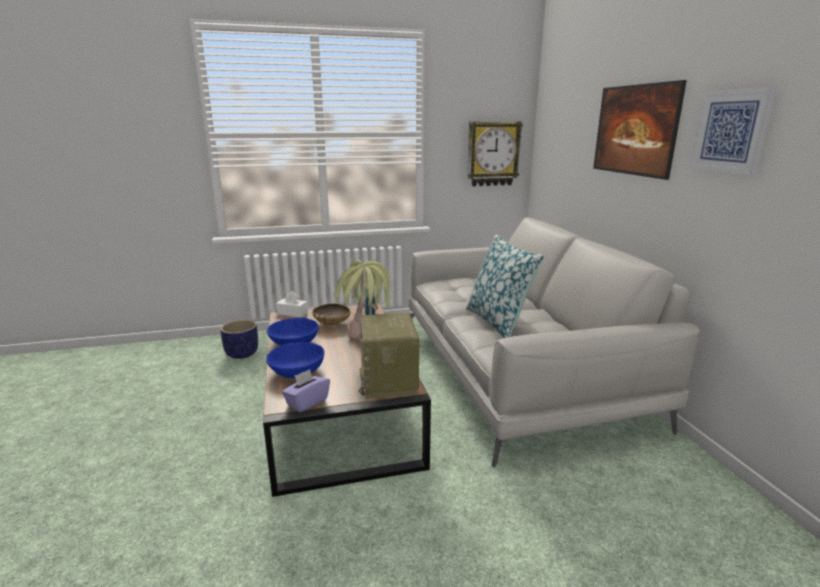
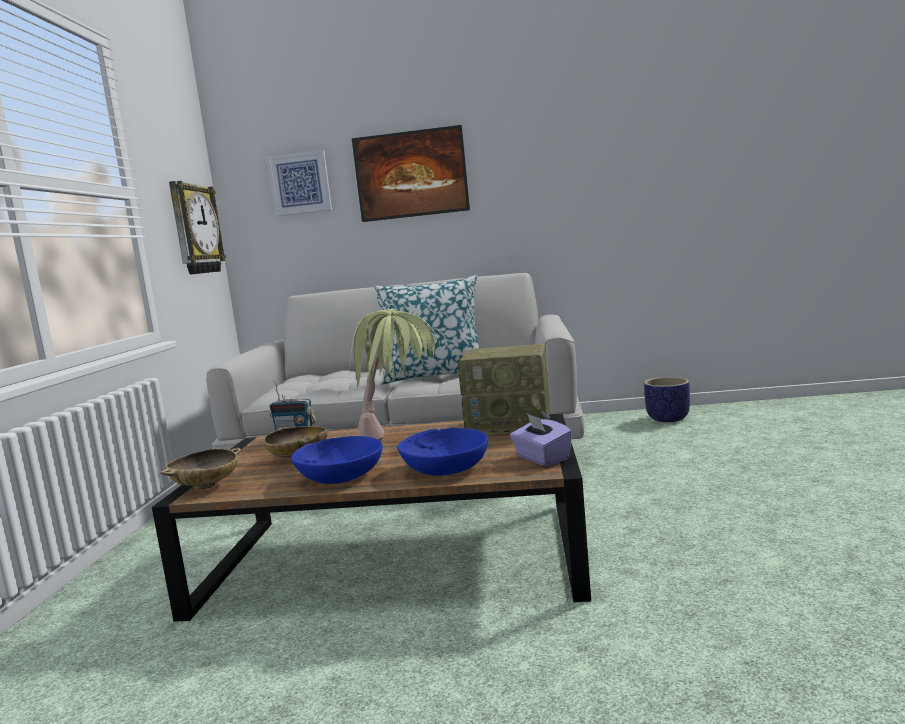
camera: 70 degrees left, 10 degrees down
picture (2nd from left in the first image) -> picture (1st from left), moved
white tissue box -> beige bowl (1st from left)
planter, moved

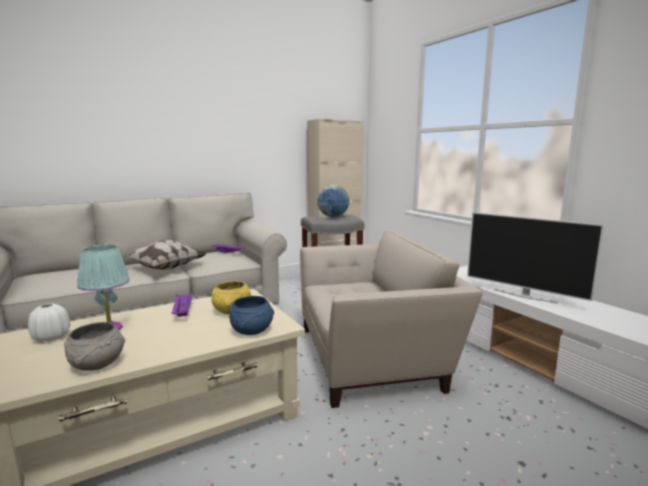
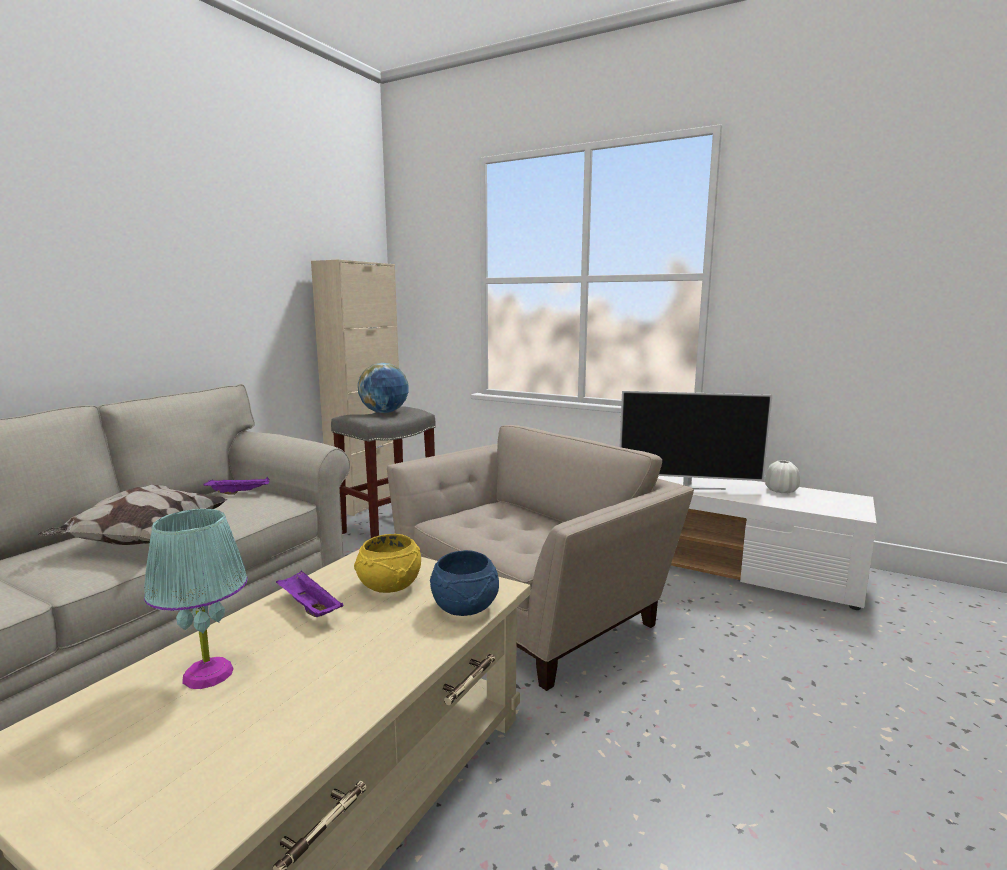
camera: 30 degrees left, 0 degrees up
white vase, moved
grey bowl -> none

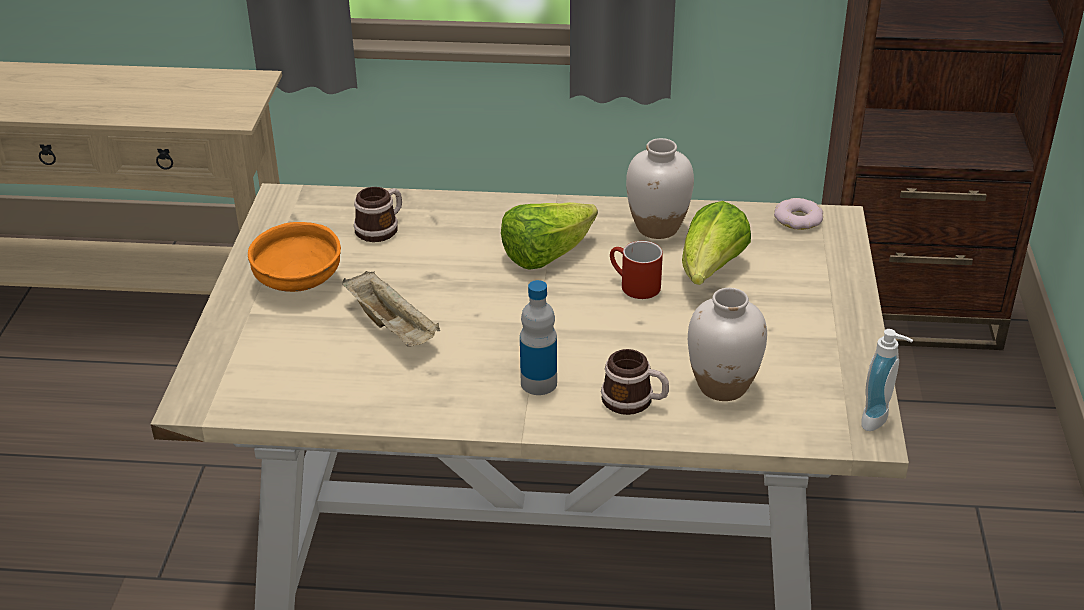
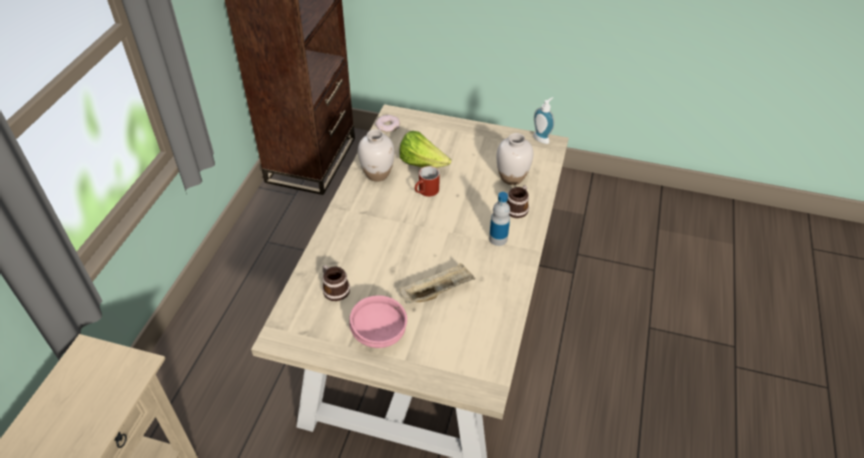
camera: 80 degrees left, 10 degrees up
lettuce (1st from left) -> none
orange bowl -> pink bowl

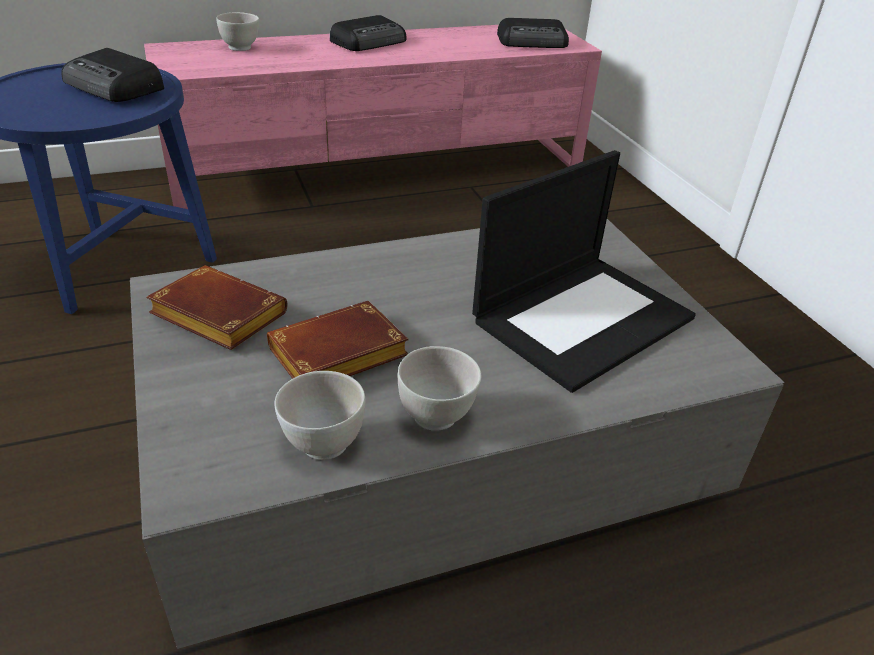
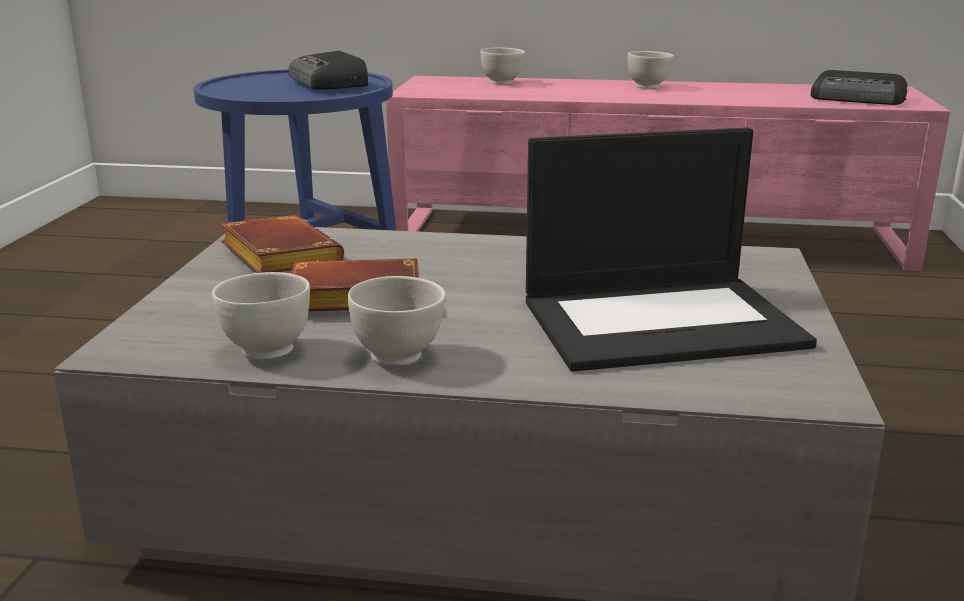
camera: 30 degrees right, 15 degrees down
radio (2nd from left) -> white bowl (4th from left)

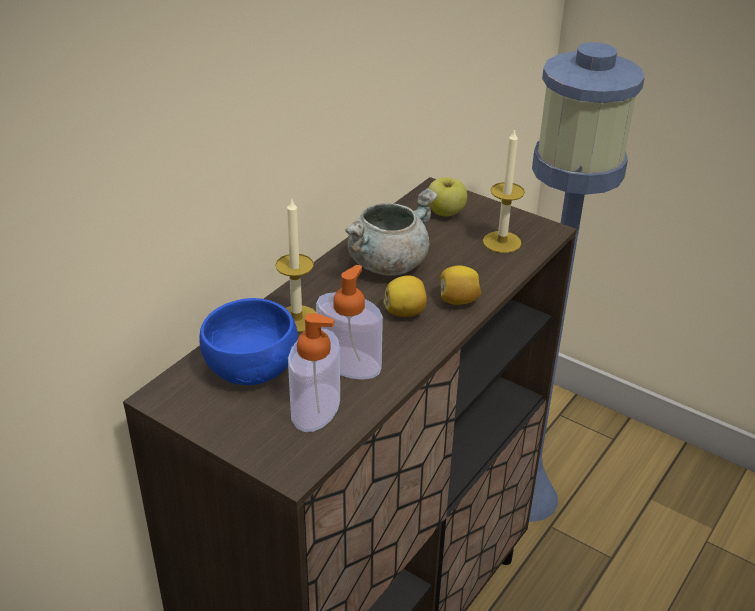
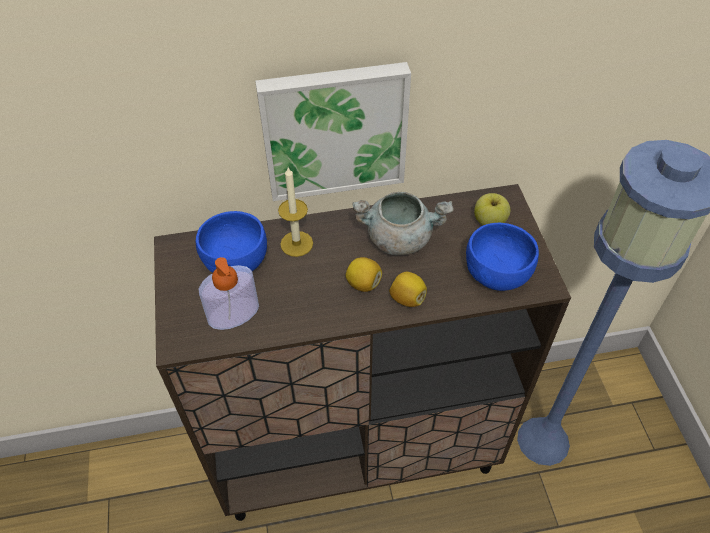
camera: 45 degrees right, 15 degrees up
candle (2nd from left) -> blue bowl (2nd from left)
soap dispenser (2nd from left) -> none
none -> picture

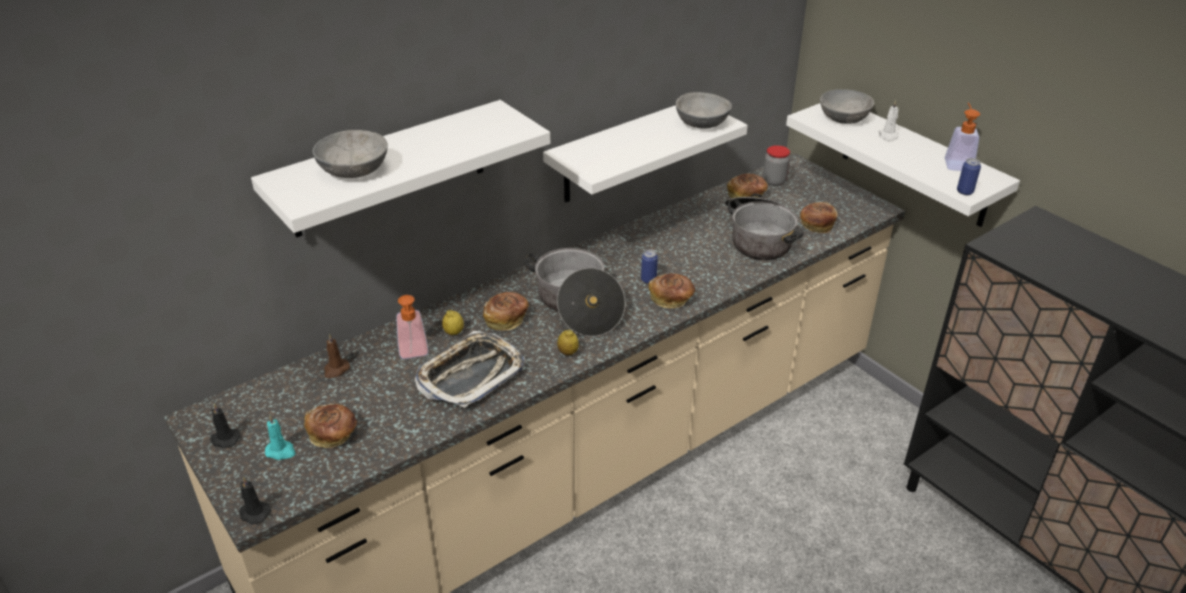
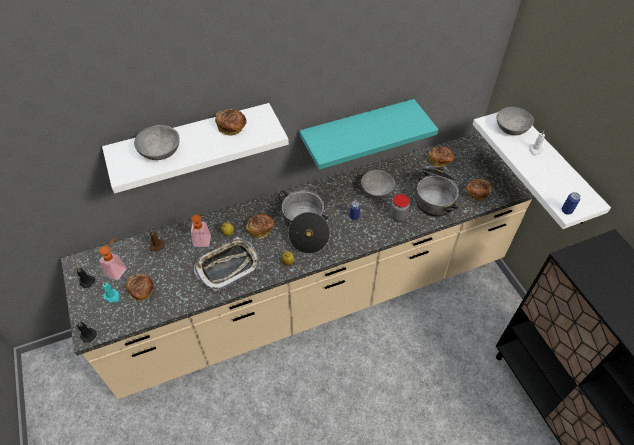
camera: 15 degrees right, 15 degrees up
grey bowl (2nd from left), moved
soap dispenser (2nd from left in the first image) -> soap dispenser (1st from left), moved
white shelf (2nd from left) -> turquoise shelf
jar, moved
bread (3rd from left in the first image) -> bread (2nd from left), moved

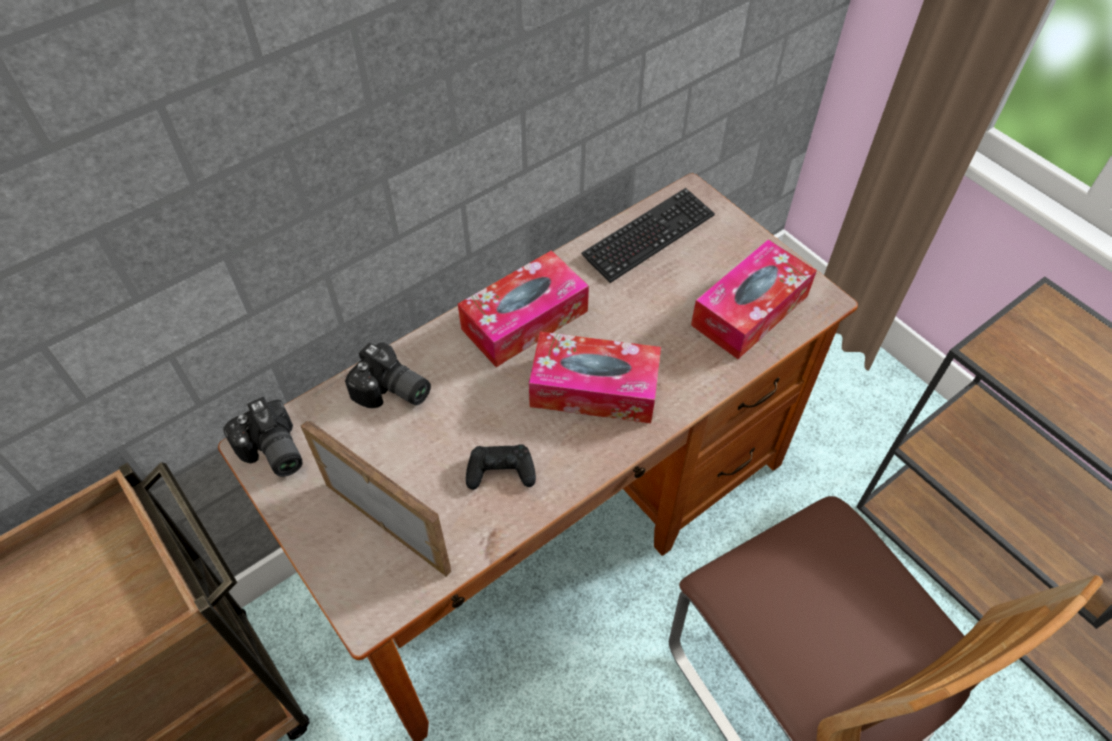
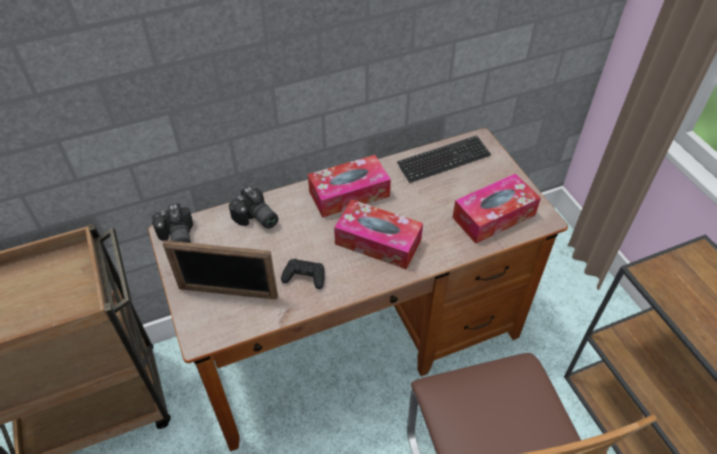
camera: 15 degrees right, 5 degrees down
picture frame, 135 degrees clockwise

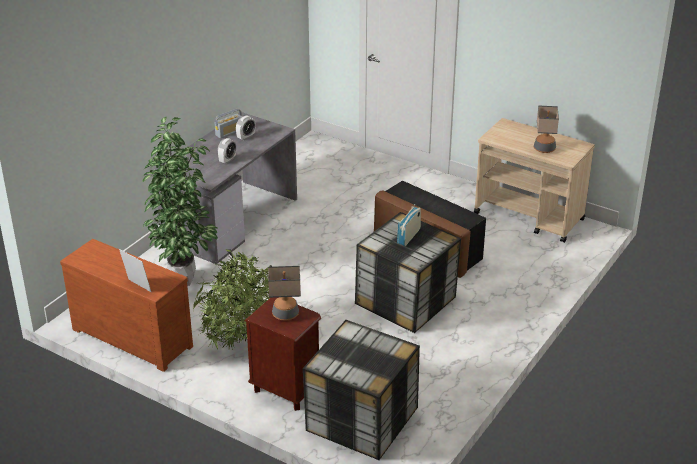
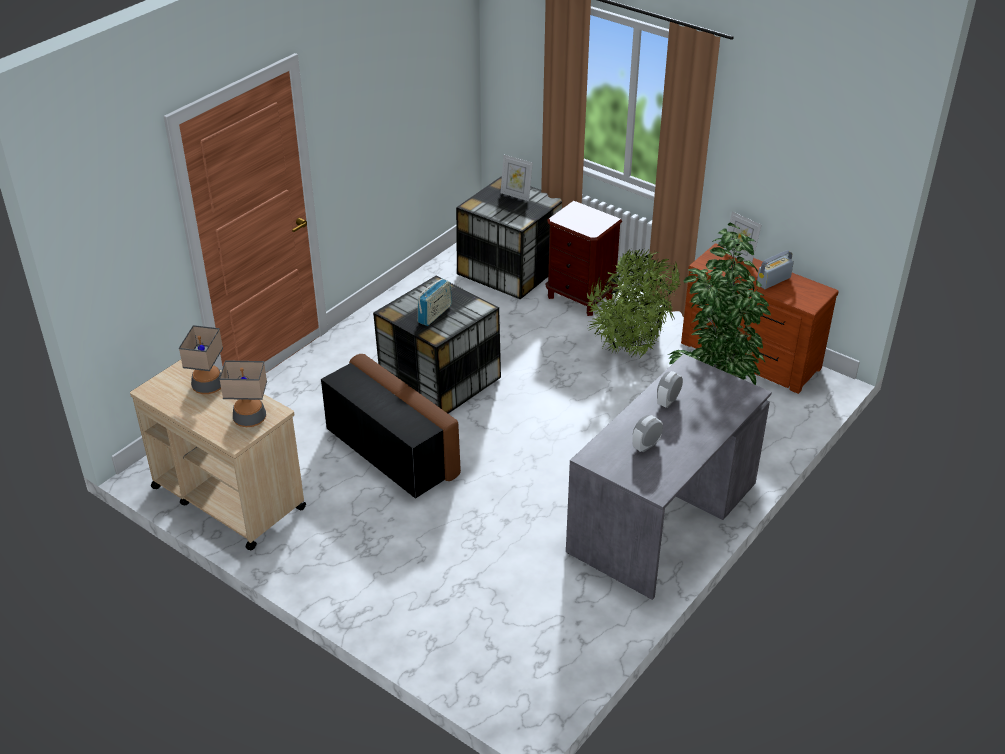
camera: 175 degrees left, 5 degrees up
radio (1st from left in the first image) -> radio (2nd from left), moved
table lamp (1st from left in the first image) -> table lamp (2nd from left), moved
none -> picture frame (1st from left)

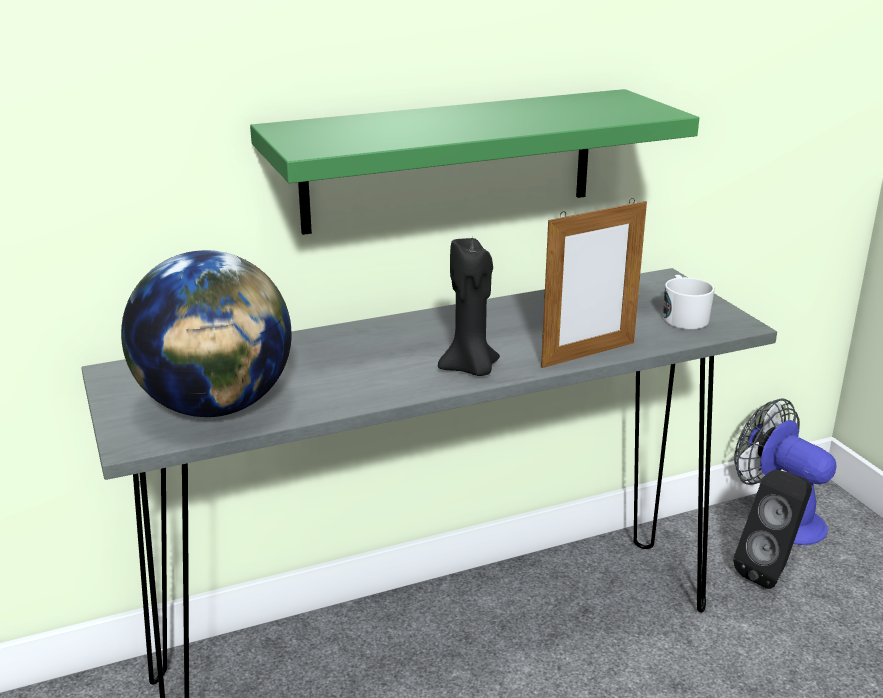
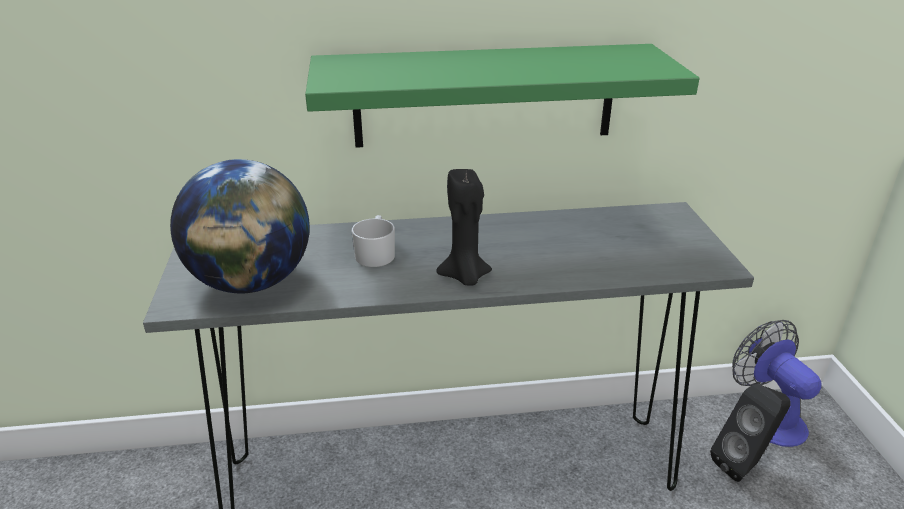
camera: 15 degrees right, 5 degrees up
picture frame -> none
white mug, moved

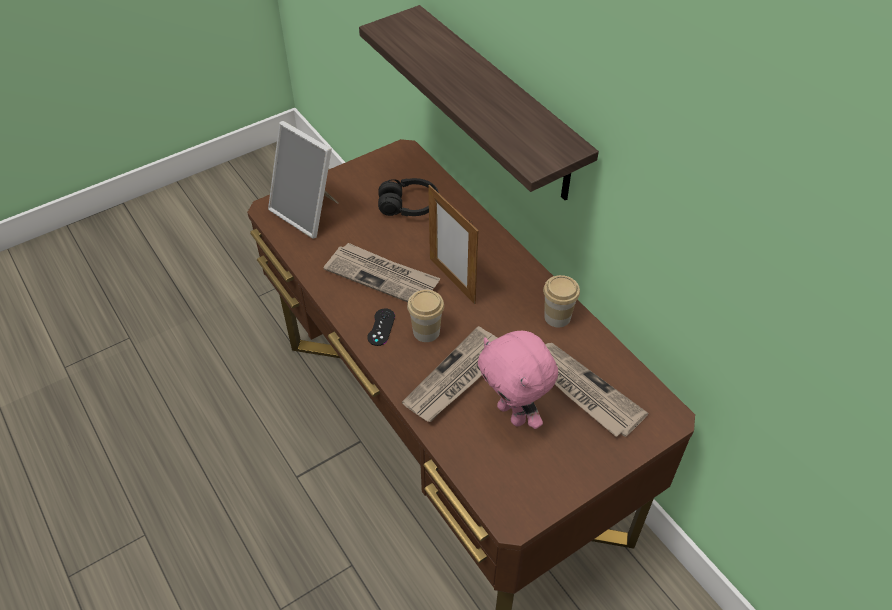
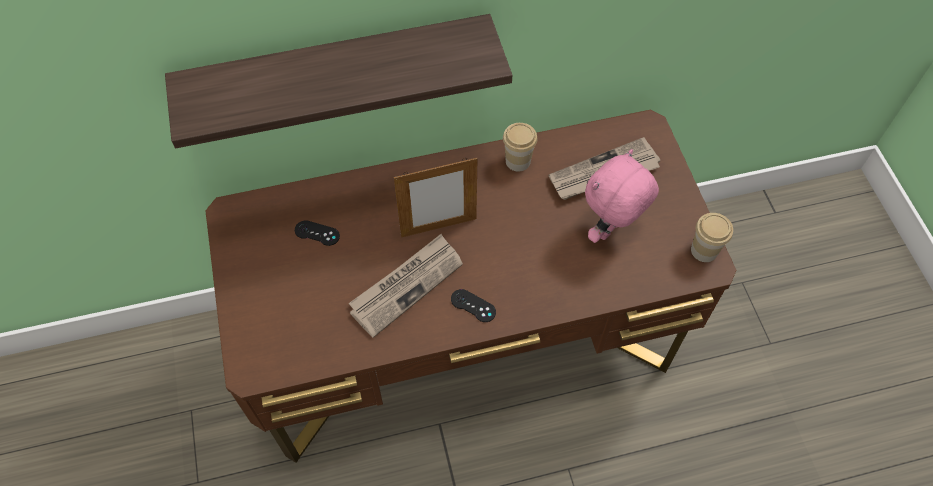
camera: 70 degrees left, 10 degrees up
picture frame (1st from left) -> none
black headphones -> black game controller (1st from left)
cup (1st from left in the first image) -> cup (2nd from left), moved
newspaper (2nd from left) -> none
pink plush toy, 150 degrees clockwise

